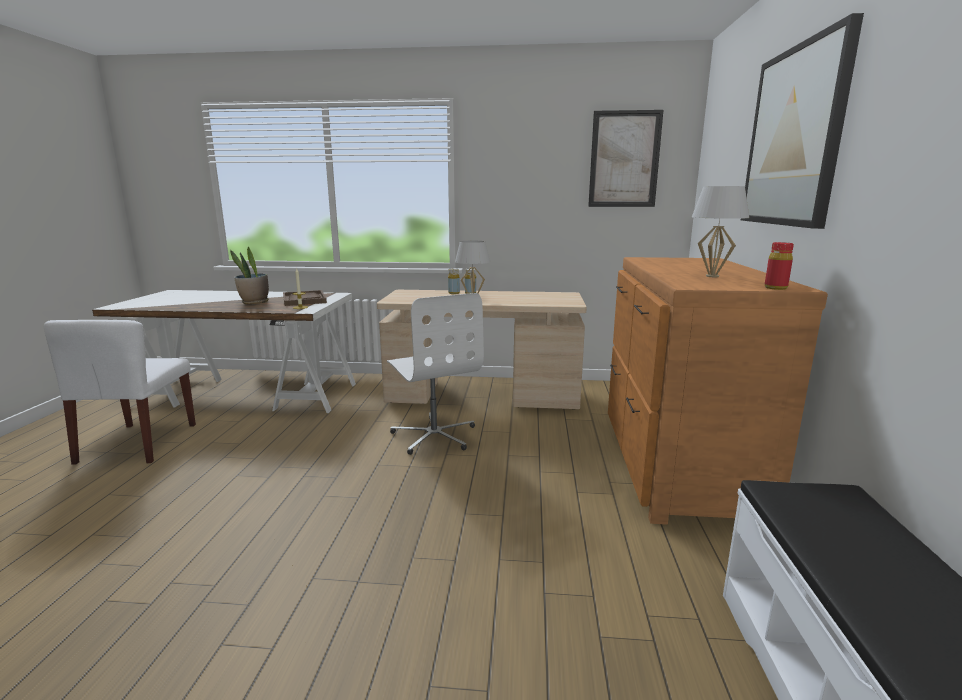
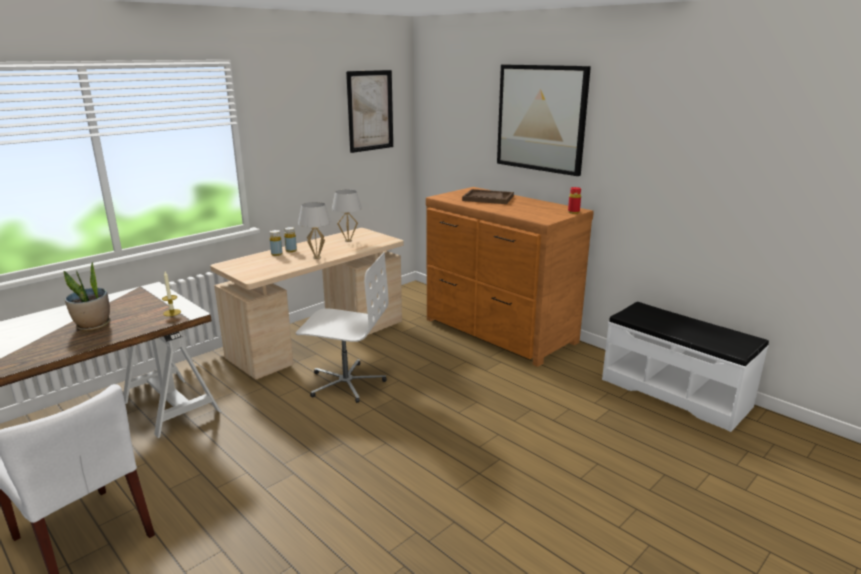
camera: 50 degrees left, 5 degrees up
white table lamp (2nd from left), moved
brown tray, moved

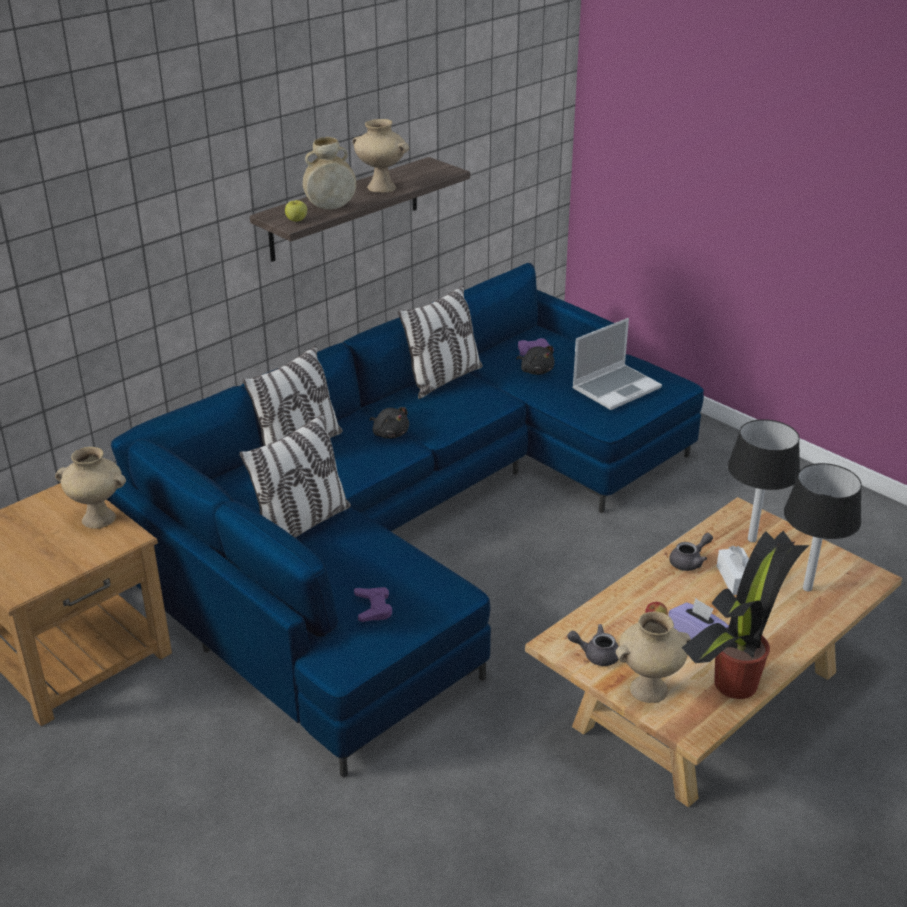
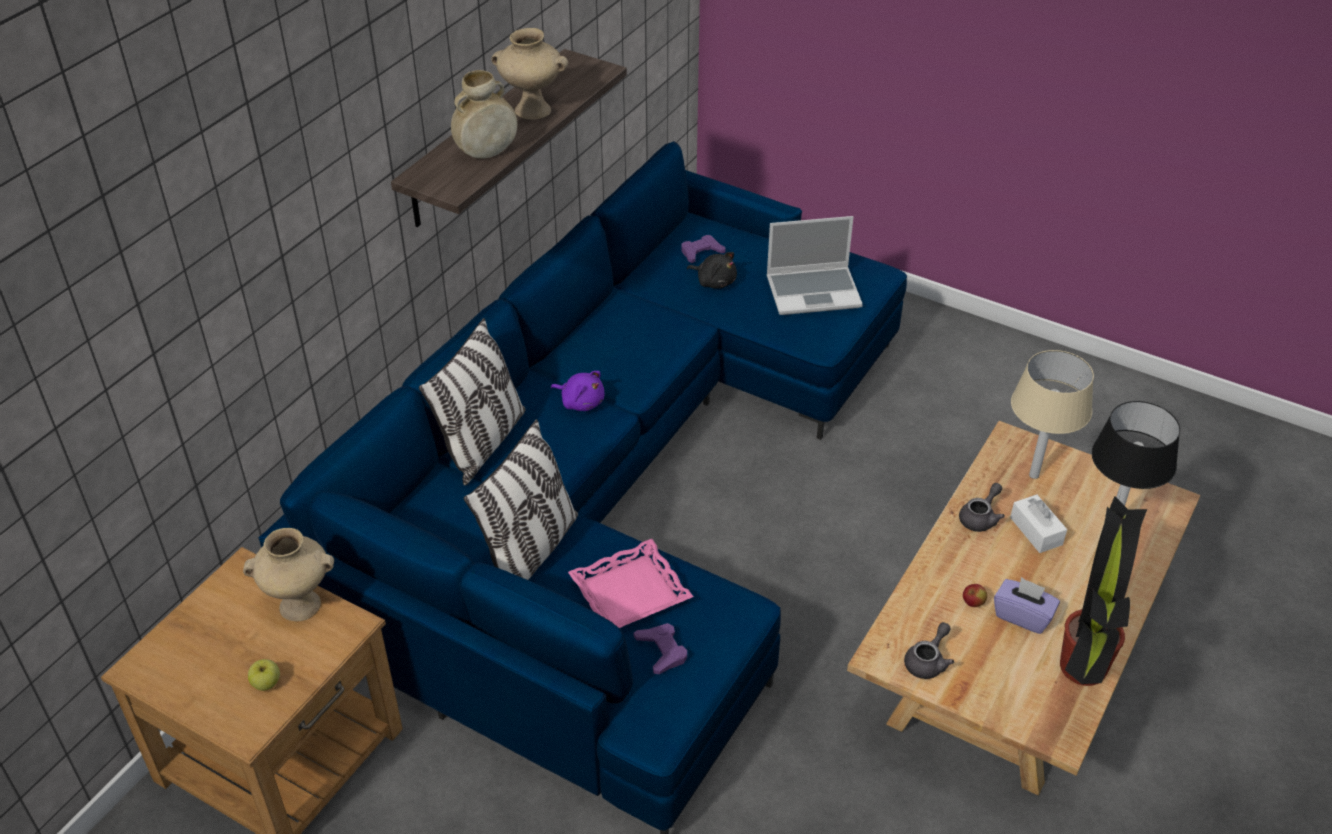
camera: 15 degrees left, 10 degrees up
apple (1st from left), moved
pillow (3rd from left) -> none
laptop, 45 degrees clockwise
black plush toy (1st from left) -> purple plush toy
black table lamp (1st from left) -> beige table lamp
beige vase (4th from left) -> none
grey teapot (1st from left), 135 degrees clockwise
none -> pink tray

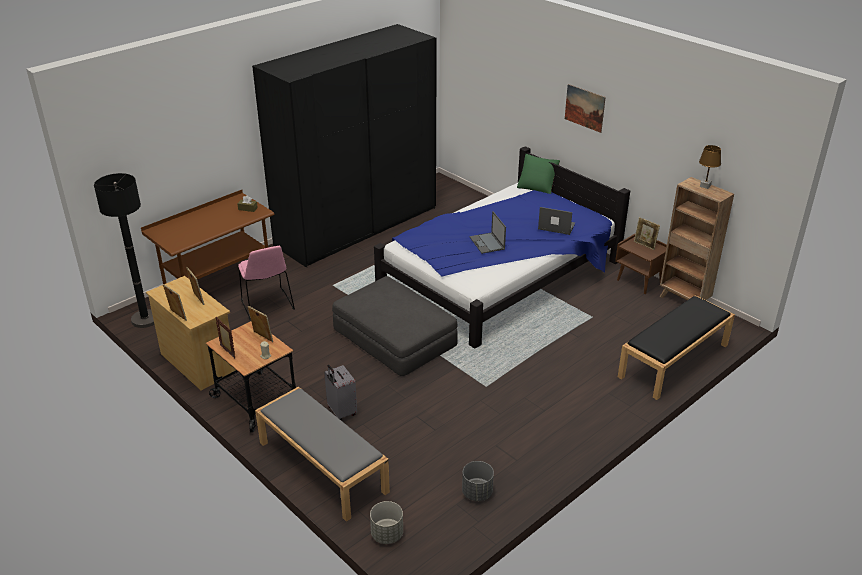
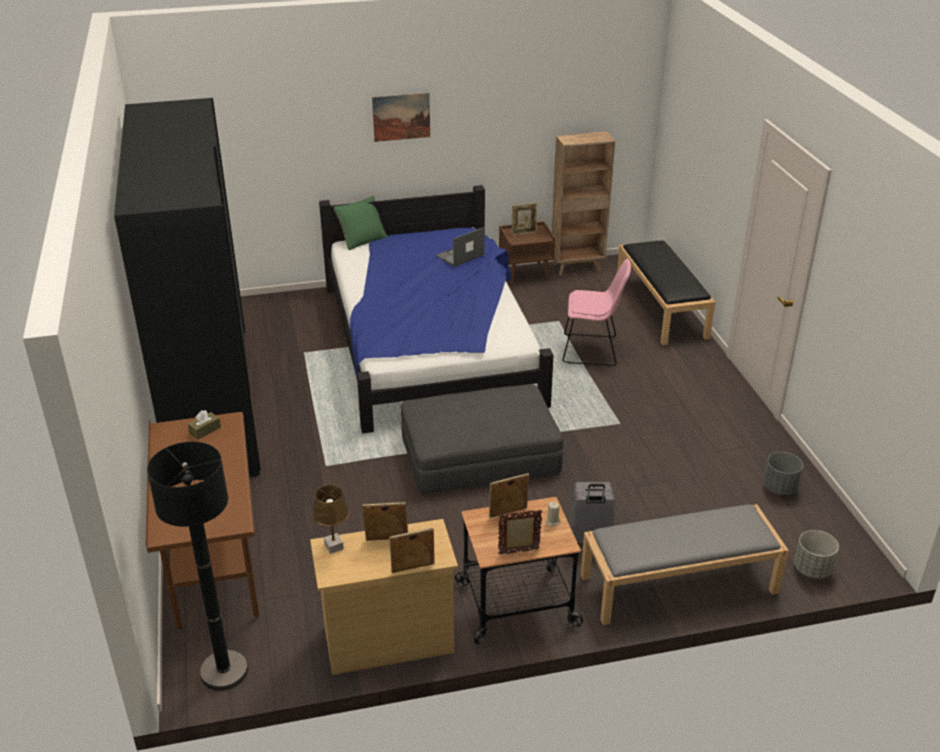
camera: 60 degrees left, 0 degrees up
brown table lamp, moved
laptop (1st from left) -> none
pink chair, moved

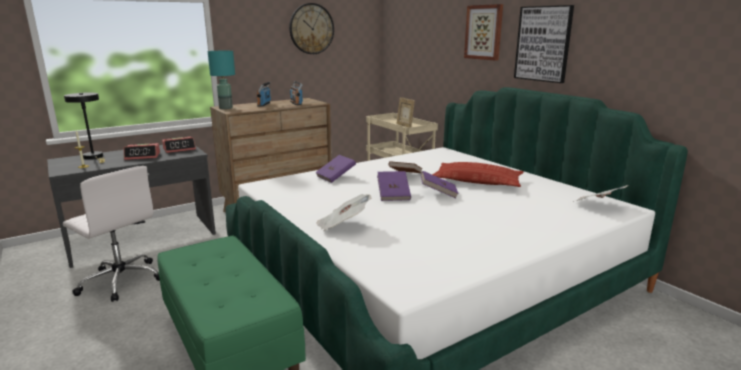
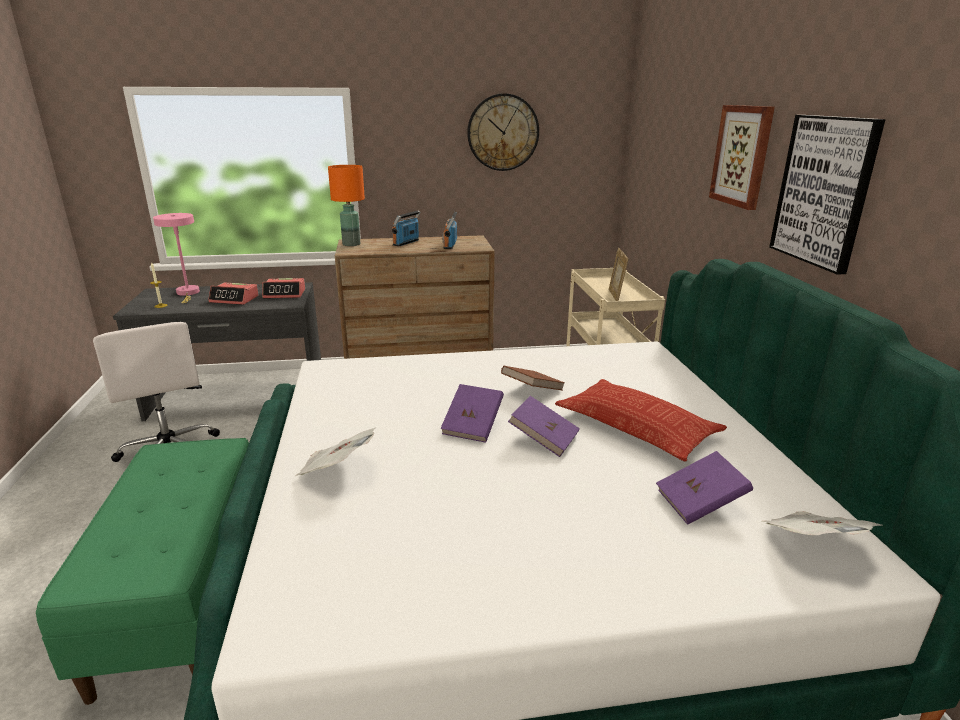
camera: 25 degrees right, 5 degrees up
turquoise table lamp -> orange table lamp
black table lamp -> pink table lamp
purple book (1st from left in the first image) -> purple book (3rd from left), moved

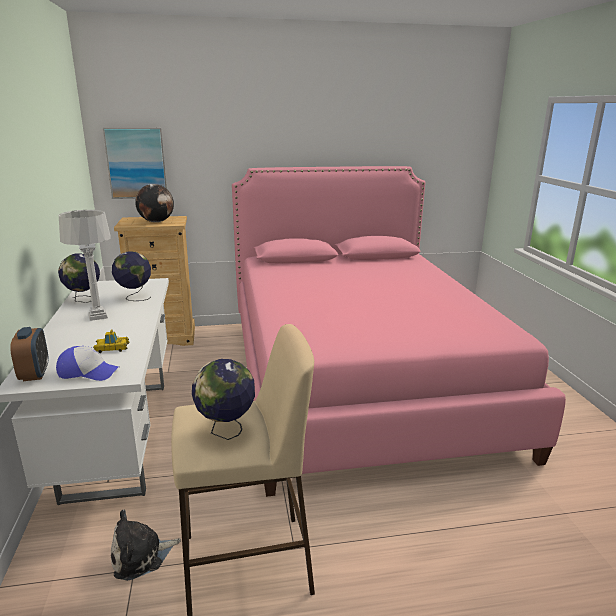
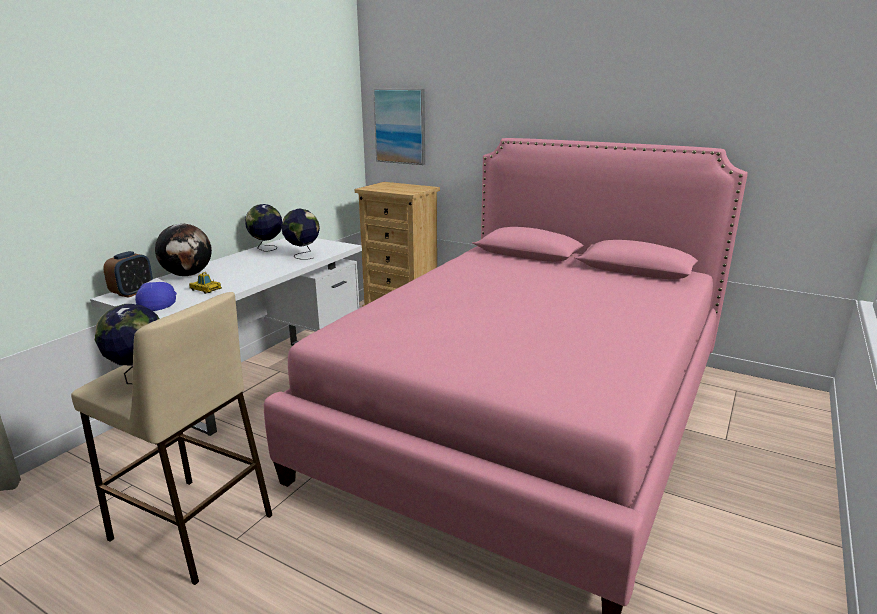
camera: 40 degrees right, 0 degrees up
globe (3rd from left in the first image) -> globe (2nd from left), moved
grey table lamp -> none
cap, 150 degrees counterclockwise
plush toy -> none

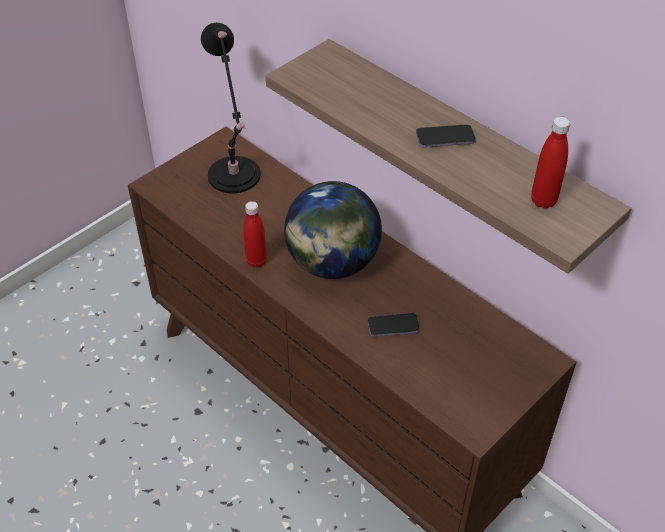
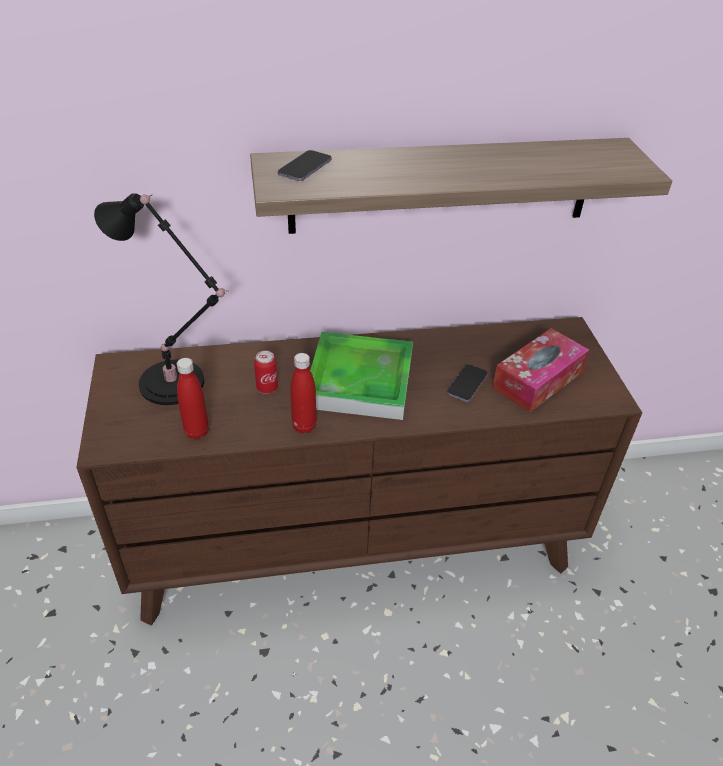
camera: 55 degrees left, 5 degrees down
red bottle (2nd from left in the first image) -> red bottle (1st from left), moved
phone (2nd from left in the first image) -> phone (1st from left), moved
globe -> tray
none -> tissue box
none -> can

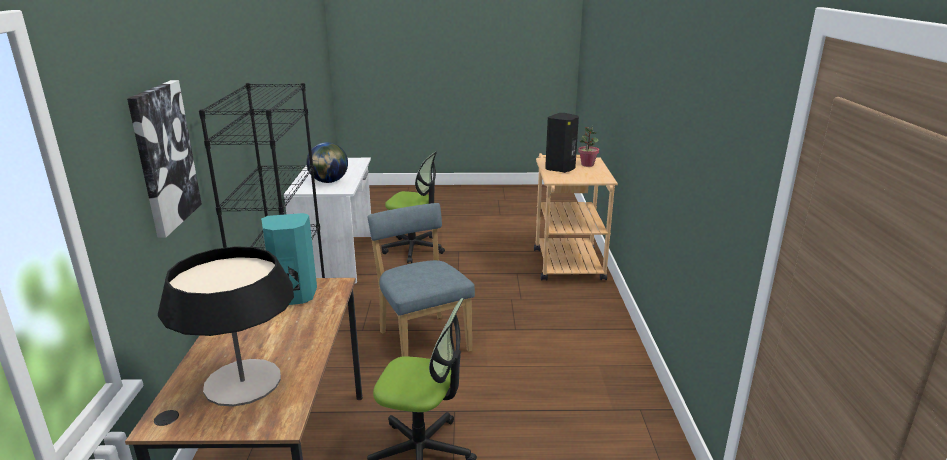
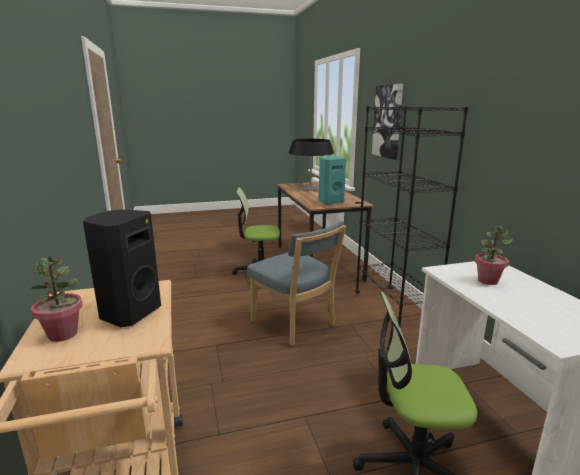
camera: 165 degrees right, 5 degrees down
globe -> potted plant (2nd from left)

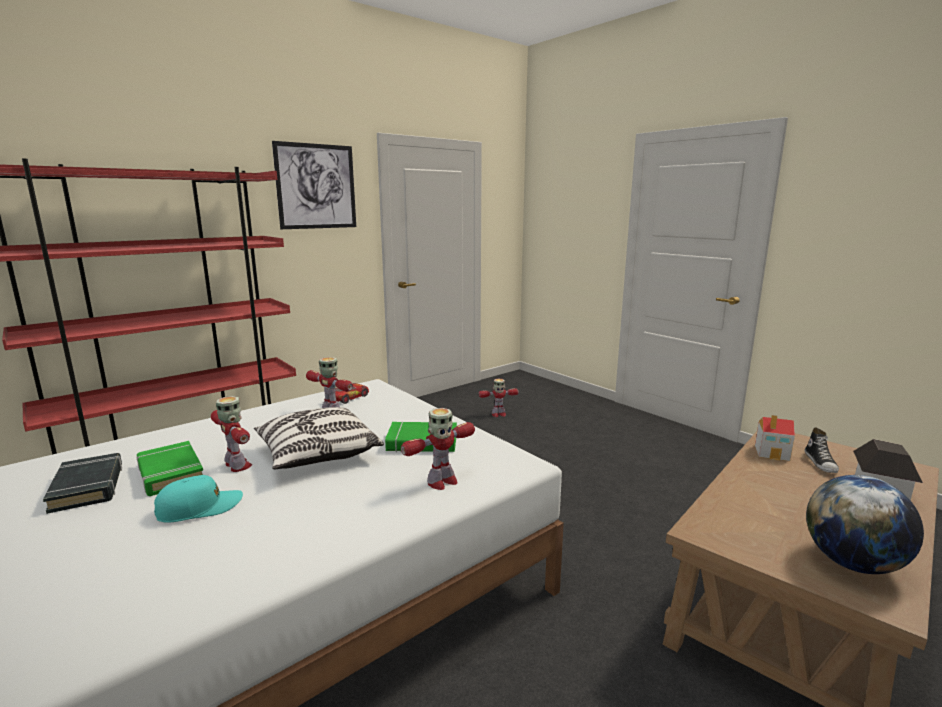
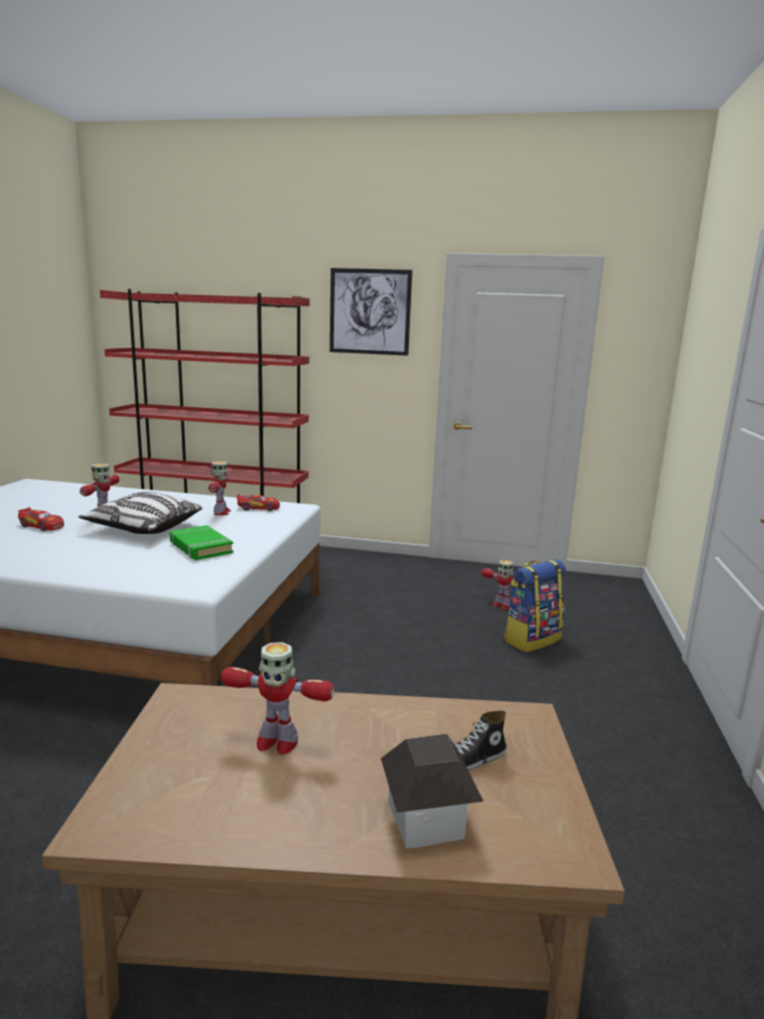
camera: 50 degrees right, 0 degrees up
toy robot (3rd from left), moved
toy house (1st from left) -> none
green book (1st from left) -> none
black book -> none
turquoise cap -> toy car (1st from left)
globe -> none
none -> backpack

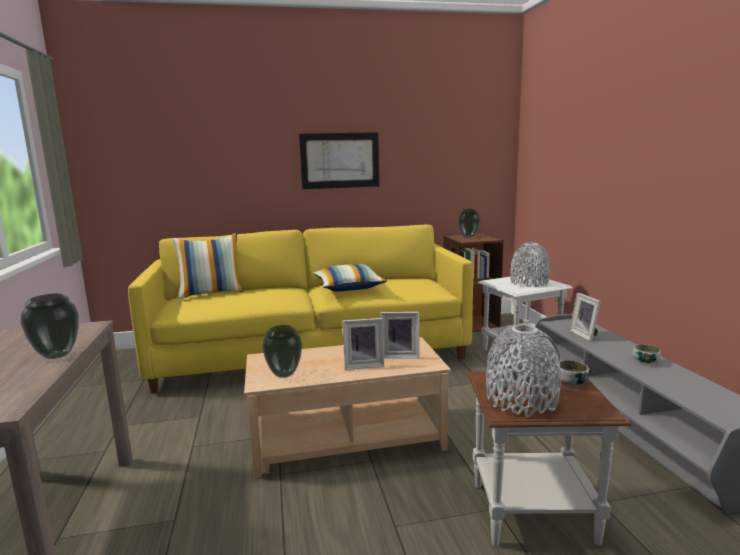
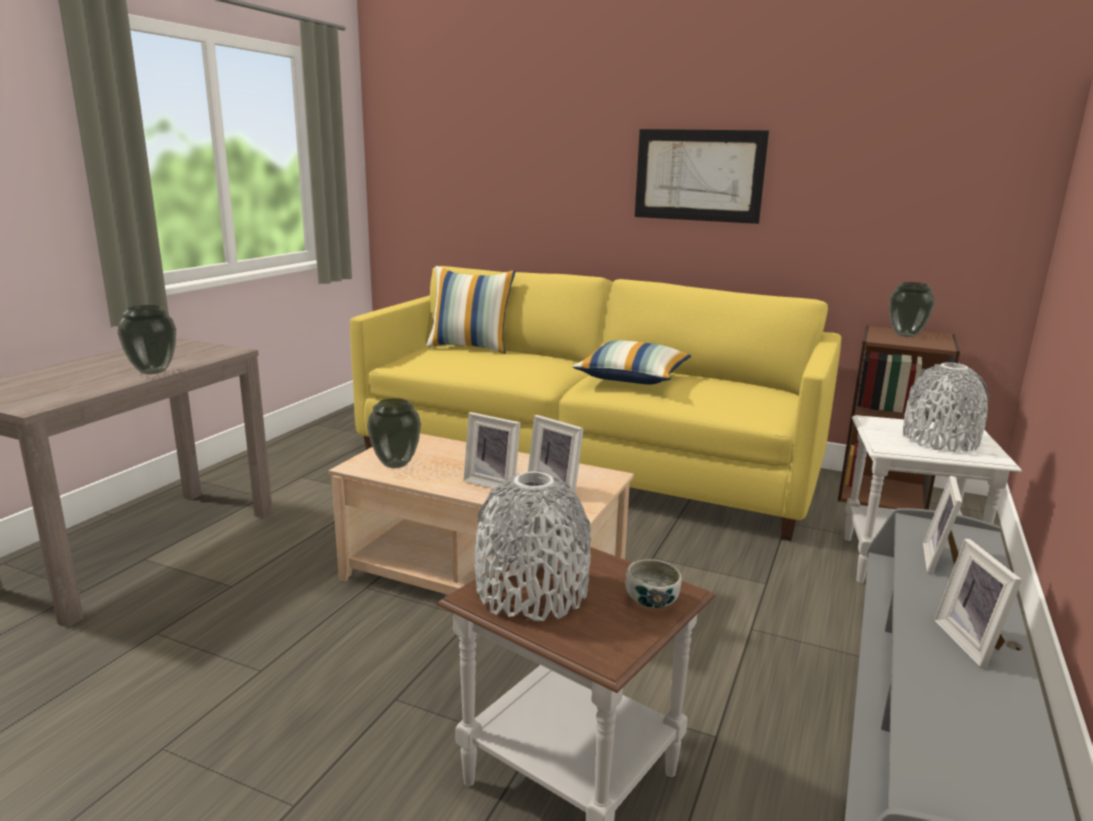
camera: 35 degrees right, 5 degrees up
bowl (2nd from left) -> picture frame (4th from left)

